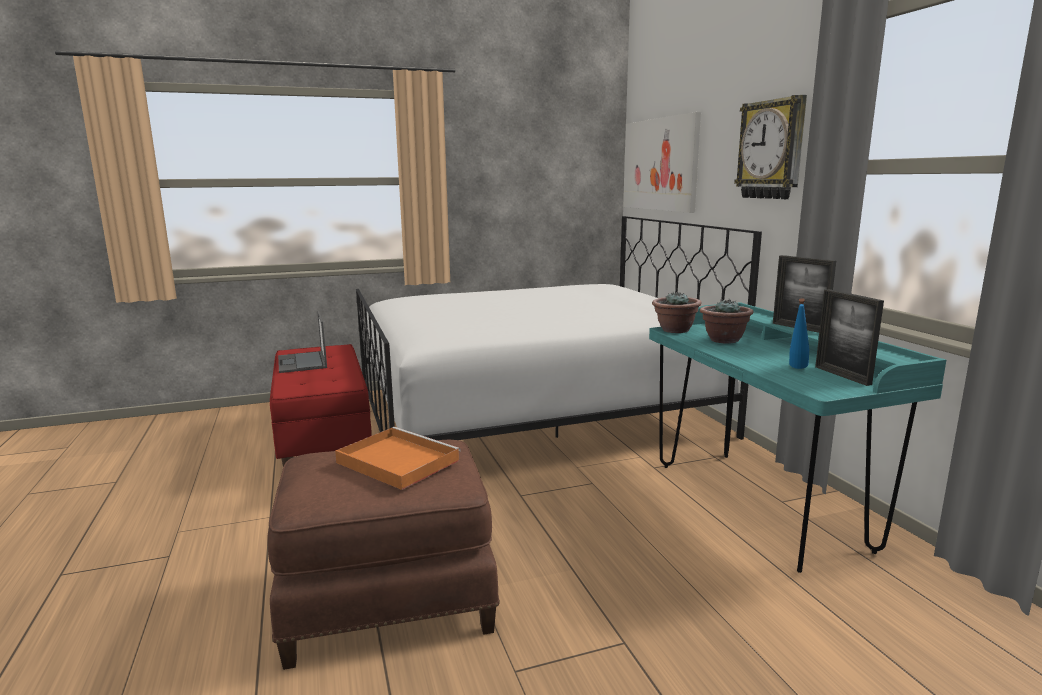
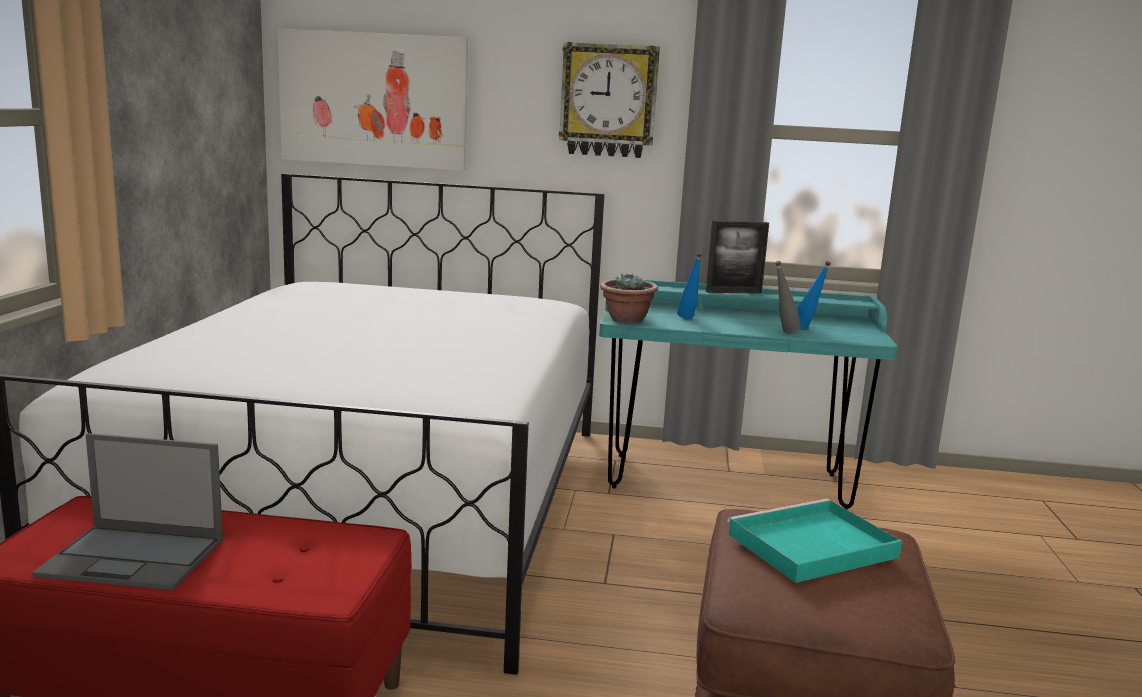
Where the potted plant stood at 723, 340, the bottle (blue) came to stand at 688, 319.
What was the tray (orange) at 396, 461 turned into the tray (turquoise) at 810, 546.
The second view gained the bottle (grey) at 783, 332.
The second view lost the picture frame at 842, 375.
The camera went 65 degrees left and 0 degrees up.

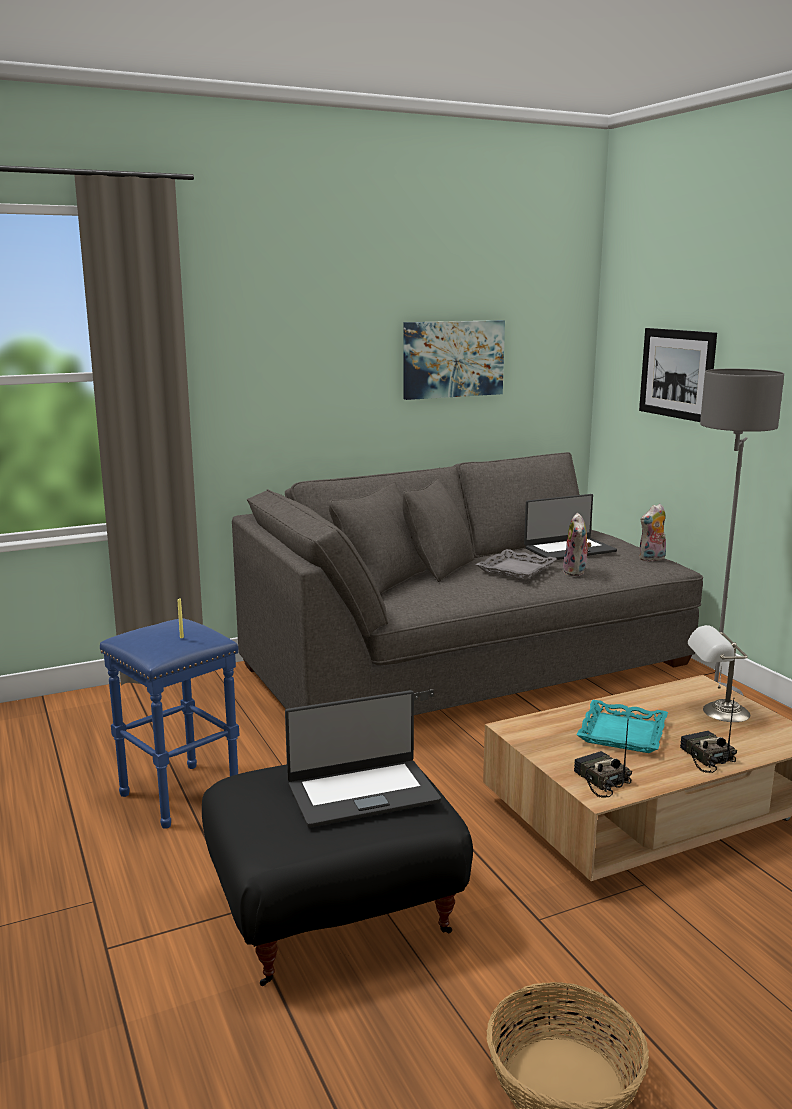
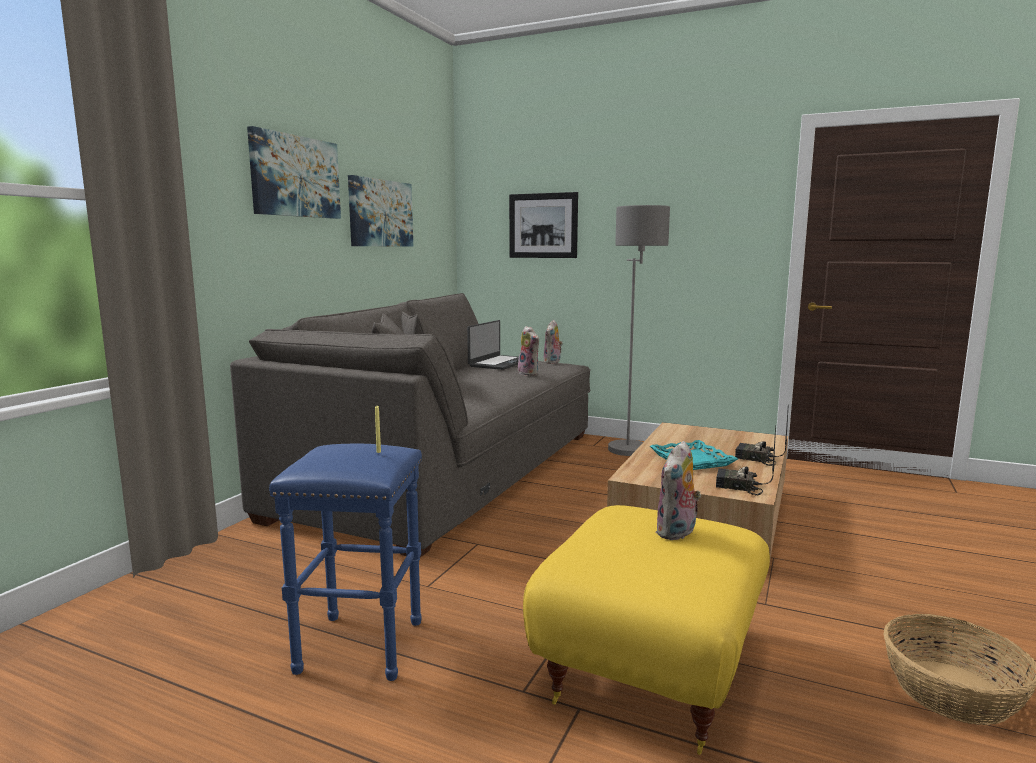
The second view gained the picture at 295, 176.
What was the ottoman (black) at 335, 912 turned into the ottoman (yellow) at 648, 667.
Where the laptop stood at 362, 792, the plush toy came to stand at 677, 533.
The second view lost the tray (grey) at 516, 569.
The second view lost the table lamp (white) at 717, 712.
The camera went 40 degrees left and 5 degrees down.

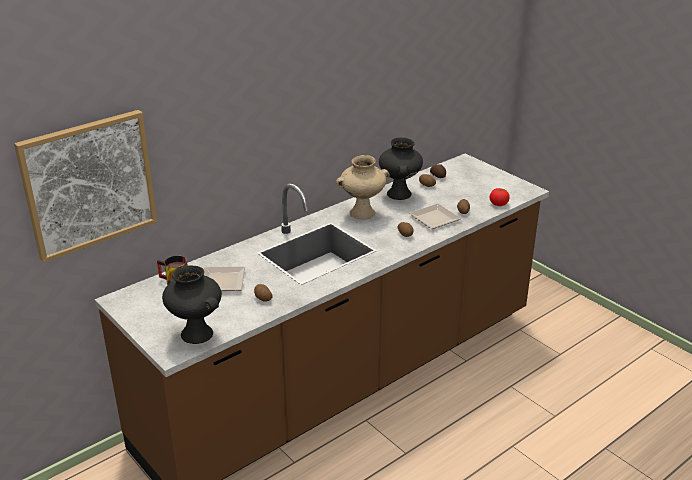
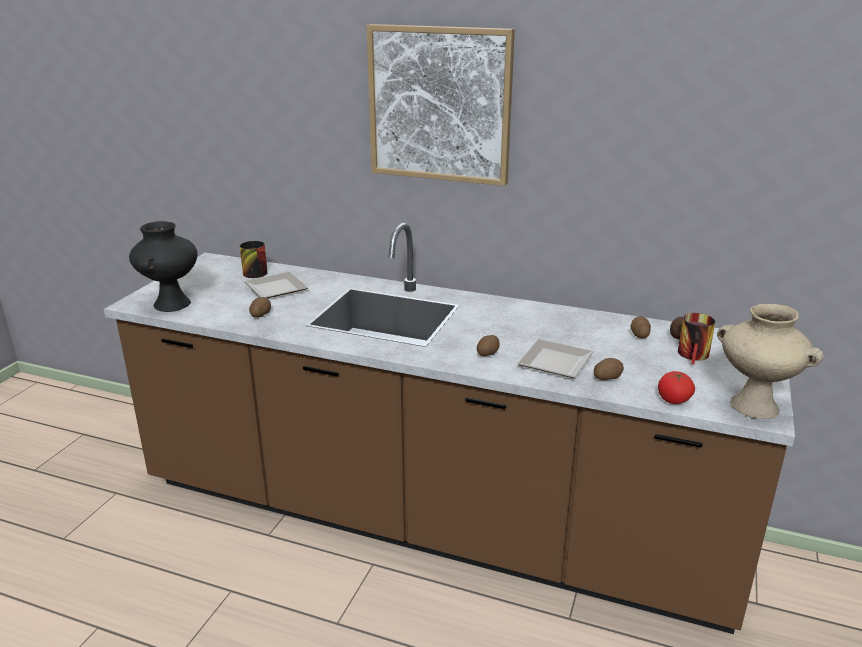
The picture ended up elsewhere, having gone from 89, 184 to 440, 104.
The second view gained the mug at 696, 356.
The vase (beige) ended up elsewhere, having gone from 362, 213 to 752, 407.
The second view lost the vase (black) at 400, 194.
The camera went 60 degrees right and 5 degrees down.

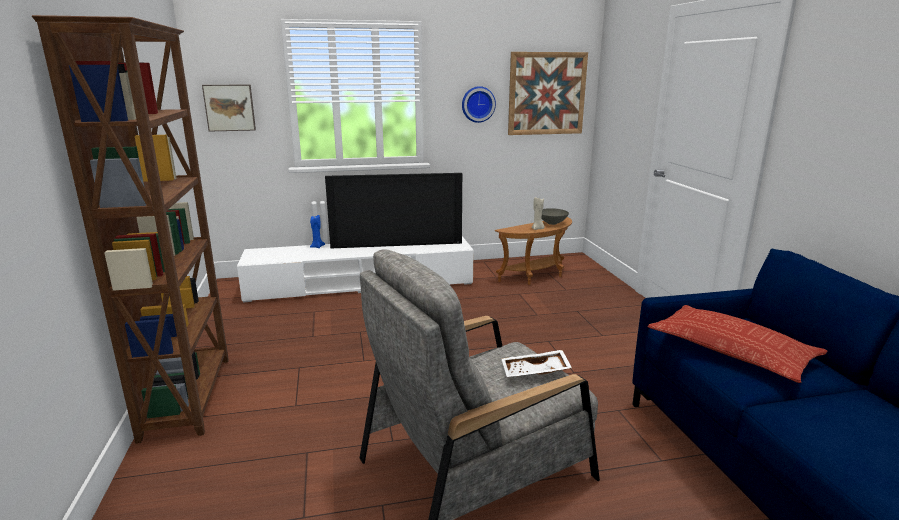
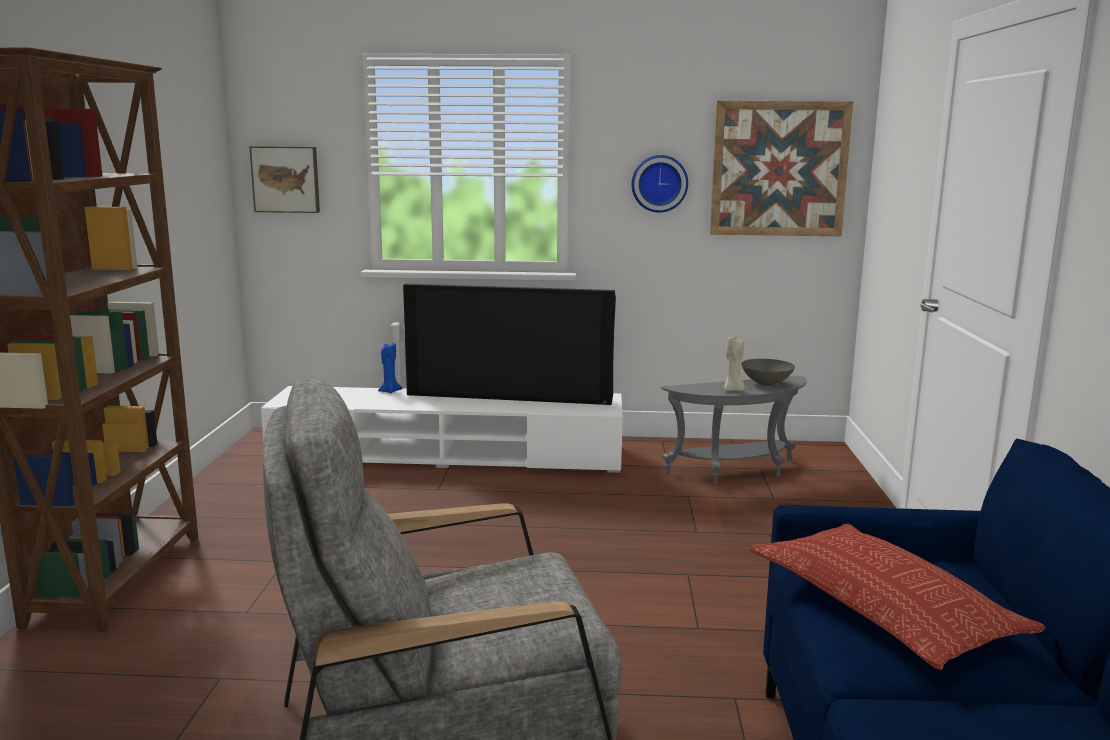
What was the side table (brown) at 537, 276 turned into the side table (grey) at 737, 472.
The second view lost the tray (white) at 535, 372.
The camera went 15 degrees right and 5 degrees down.

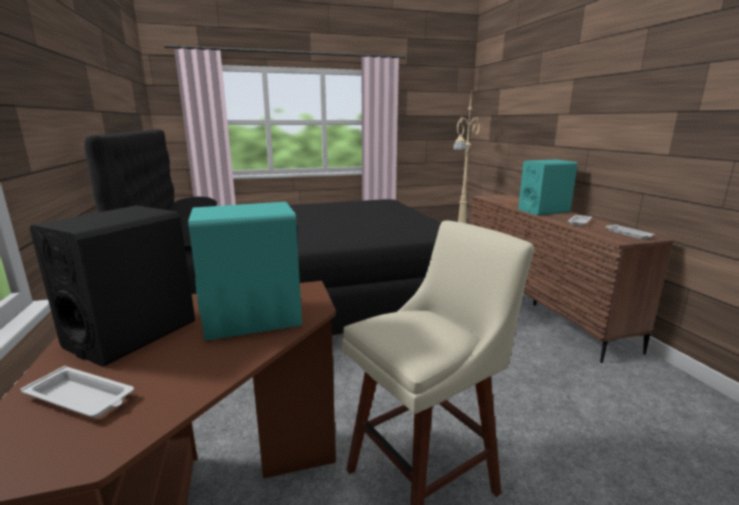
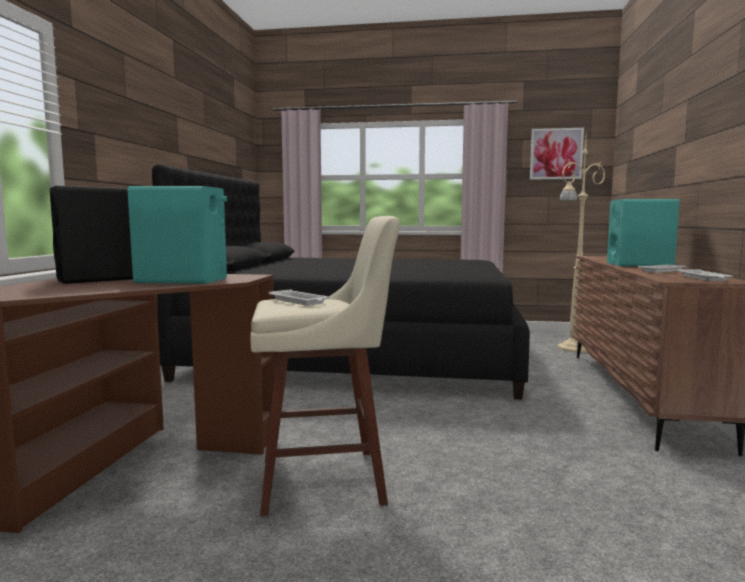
The tray (white) ended up elsewhere, having gone from 81, 398 to 299, 301.
The second view gained the picture at 556, 154.
The camera went 25 degrees right and 10 degrees down.

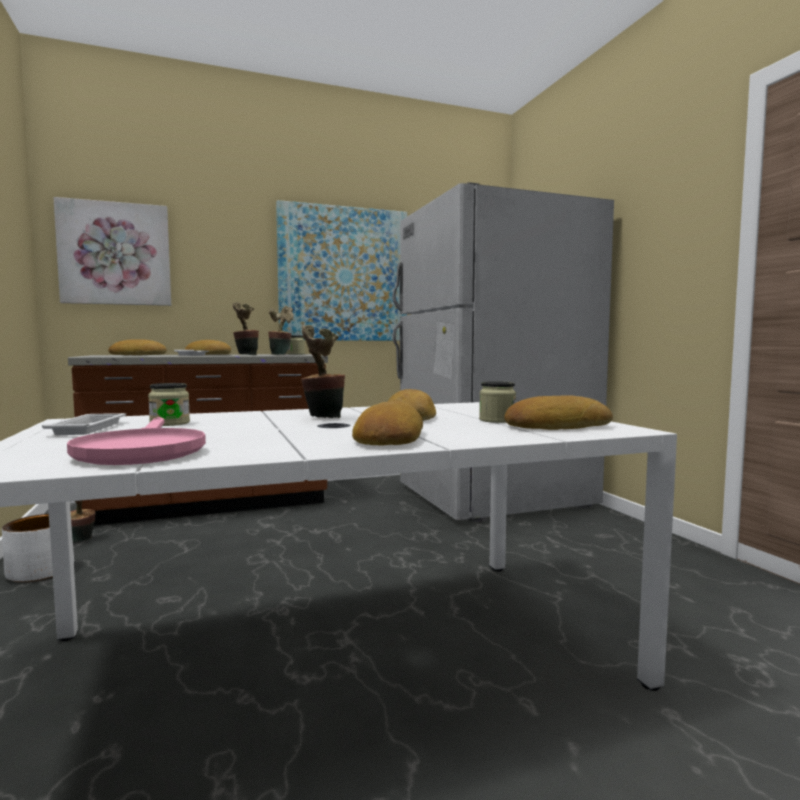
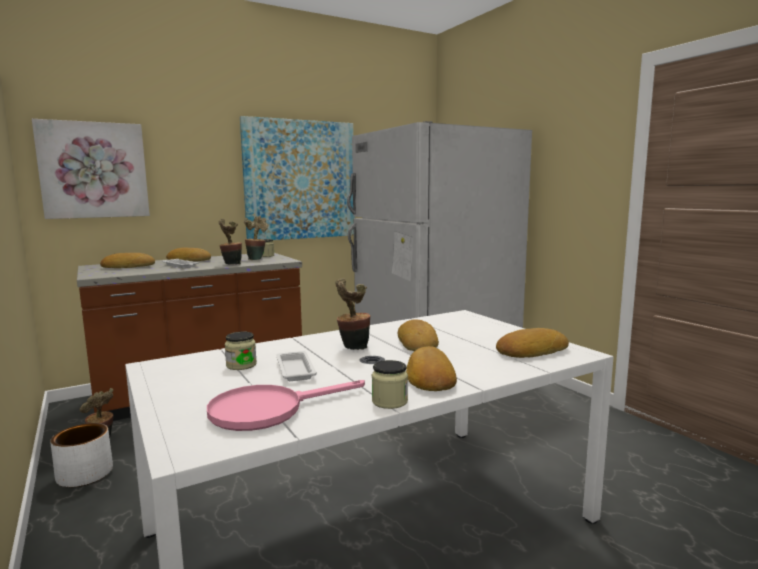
The frying pan (pink) at 142, 450 ended up facing another way, 90 degrees clockwise from before.
The tray (white) ended up elsewhere, having gone from 89, 428 to 295, 369.
The jar ended up elsewhere, having gone from 497, 420 to 389, 401.
The camera went 10 degrees left and 5 degrees up.

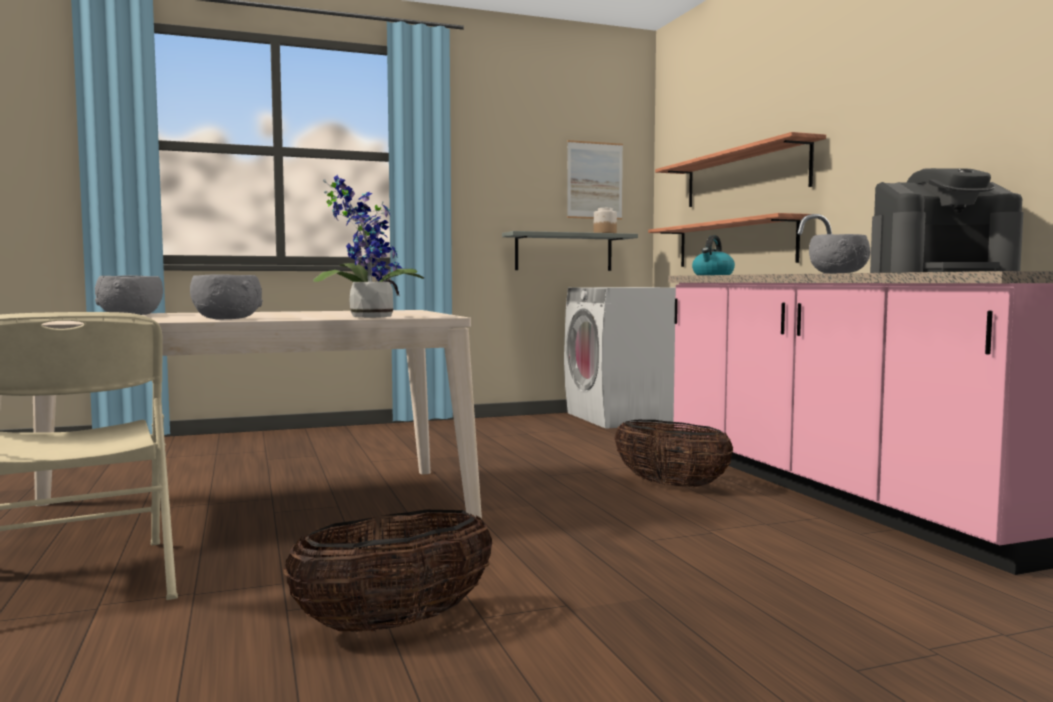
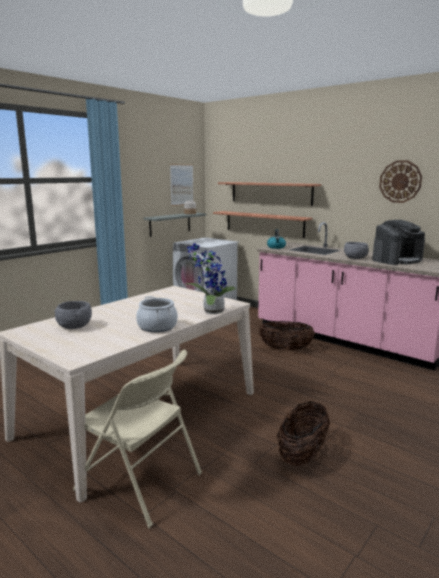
Where the bowl (grey) stood at 226, 319, the cooking pot came to stand at 157, 327.
The second view gained the wall clock at 400, 181.
The camera went 30 degrees left and 10 degrees up.

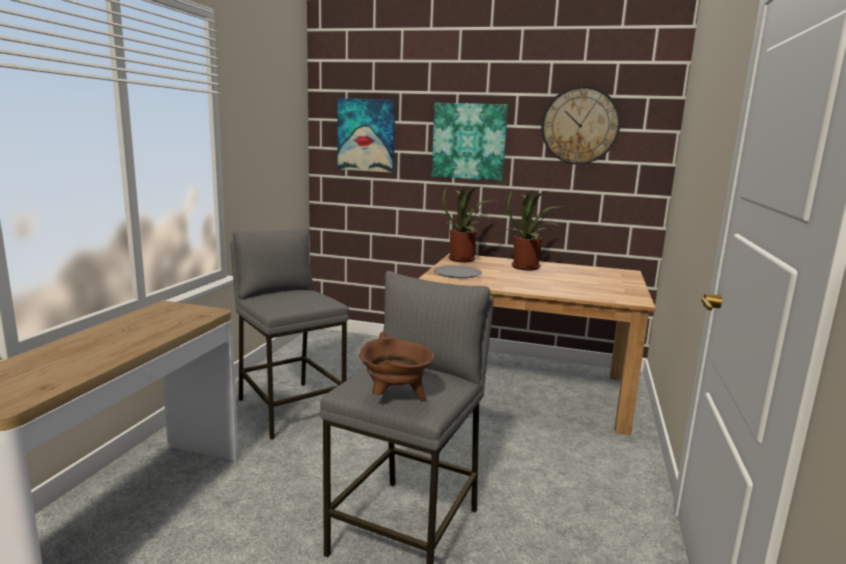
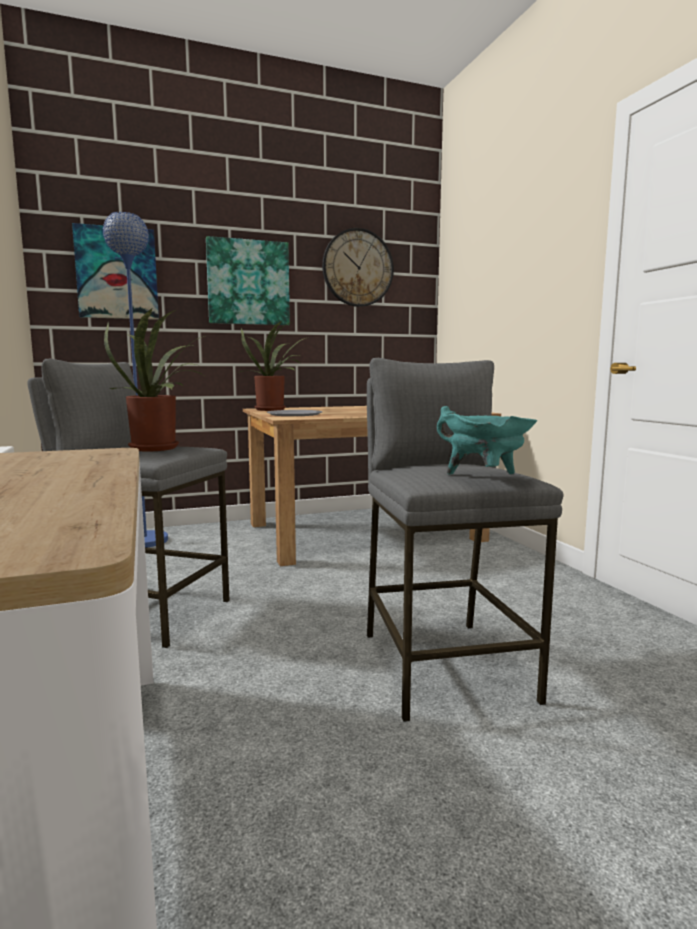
The second view gained the floor lamp (blue) at 145, 541.
The potted plant ended up elsewhere, having gone from 528, 267 to 159, 448.
What was the cooking pot (brown) at 395, 398 turned into the cooking pot (turquoise) at 485, 477.
The camera went 35 degrees left and 5 degrees down.

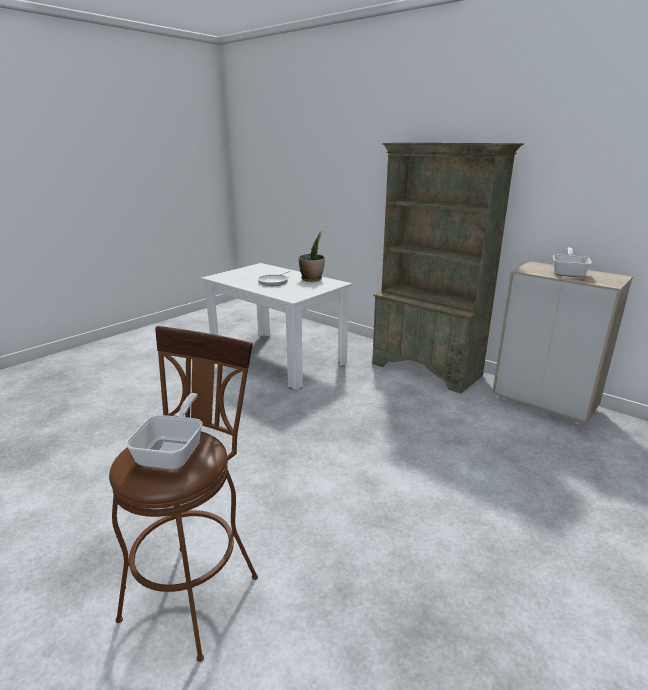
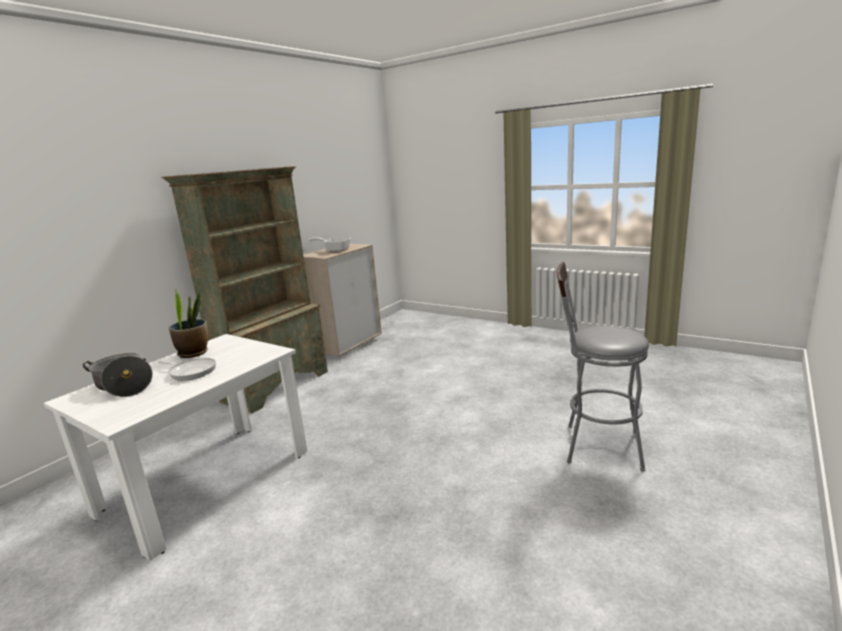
The second view gained the cooking pot at 124, 386.
What was the stool (brown) at 197, 588 turned into the stool (grey) at 594, 446.
The second view lost the frying pan at 174, 451.
The camera went 95 degrees left and 5 degrees down.

